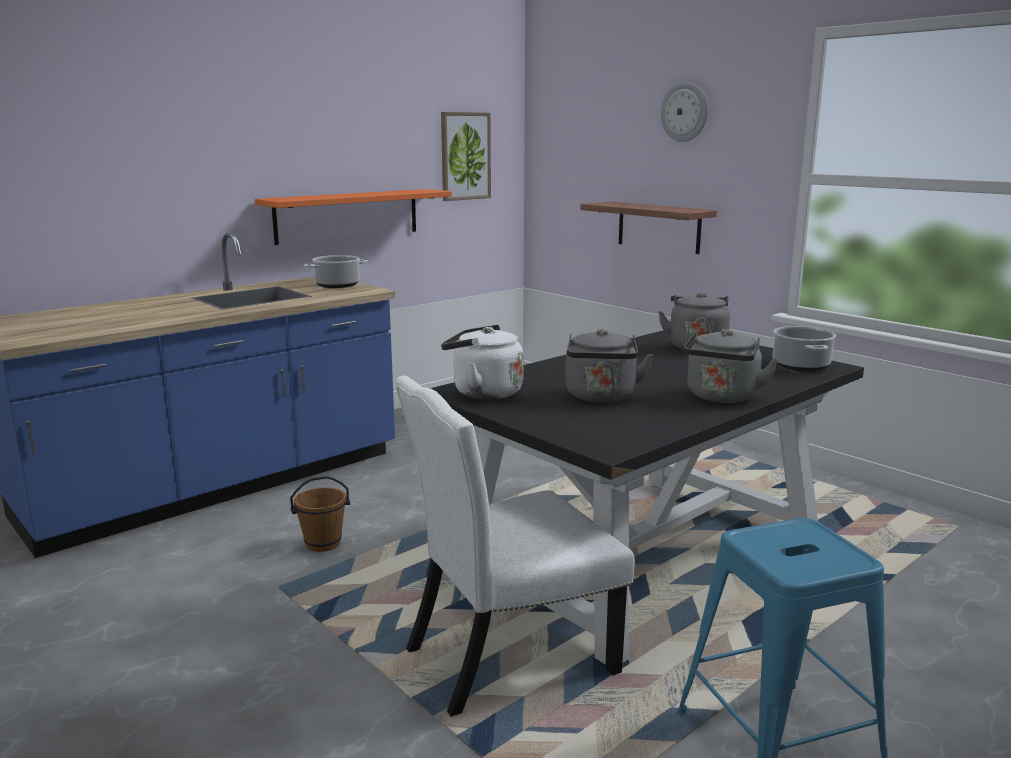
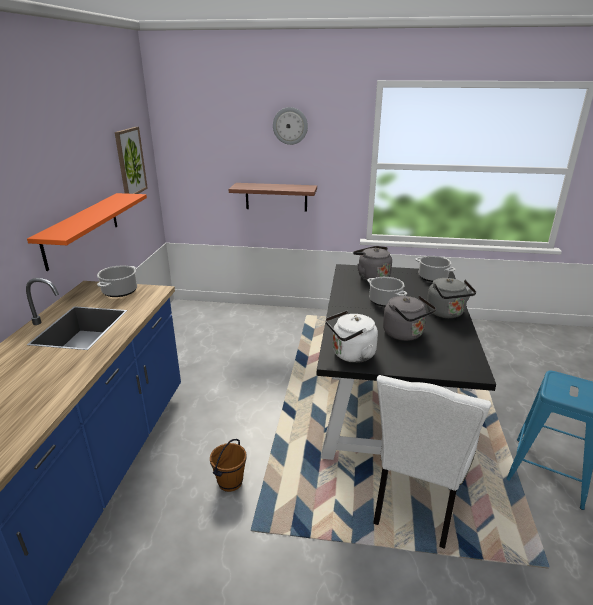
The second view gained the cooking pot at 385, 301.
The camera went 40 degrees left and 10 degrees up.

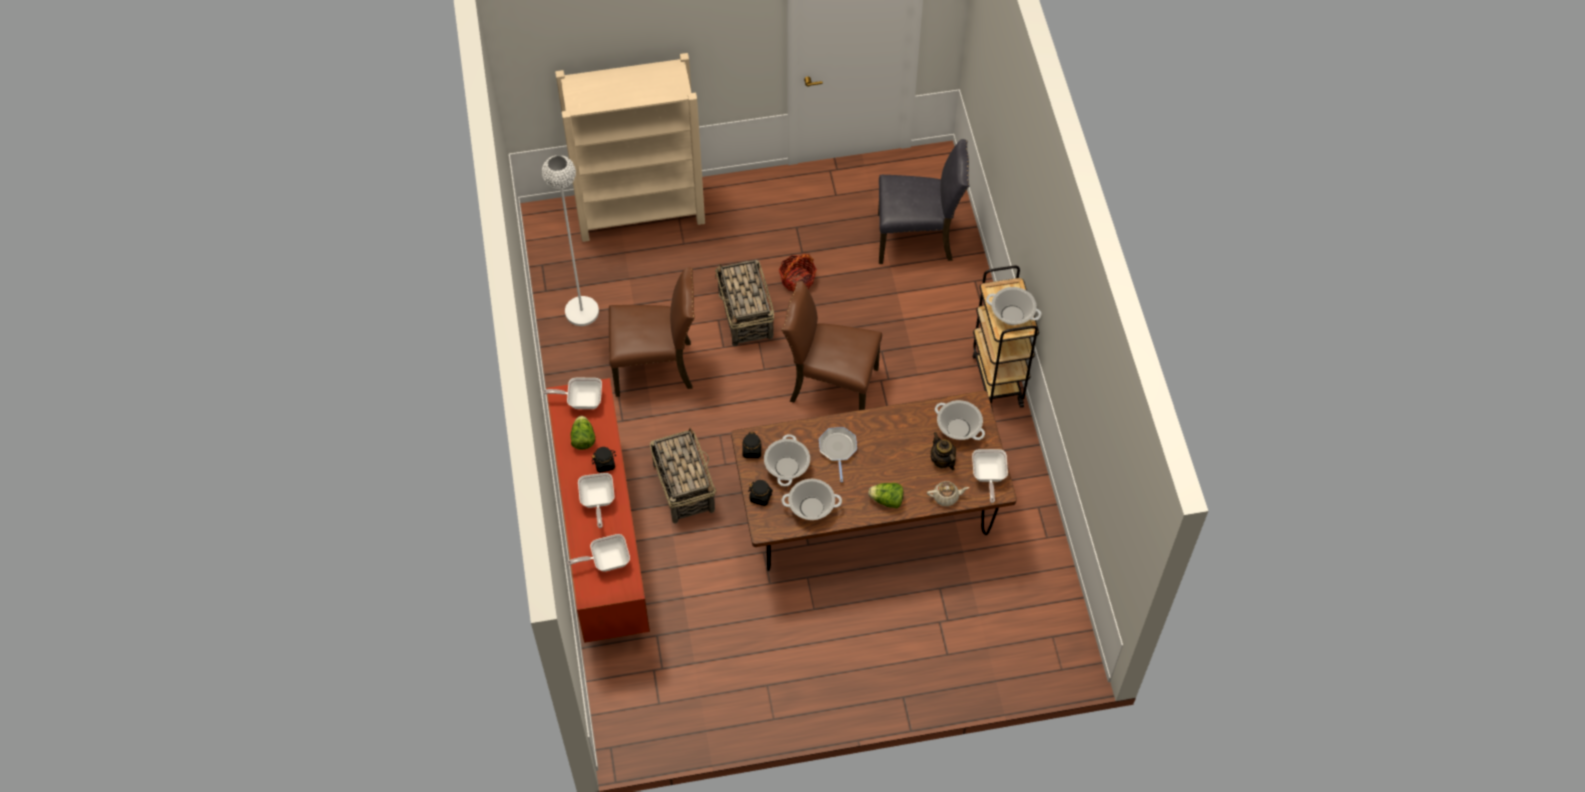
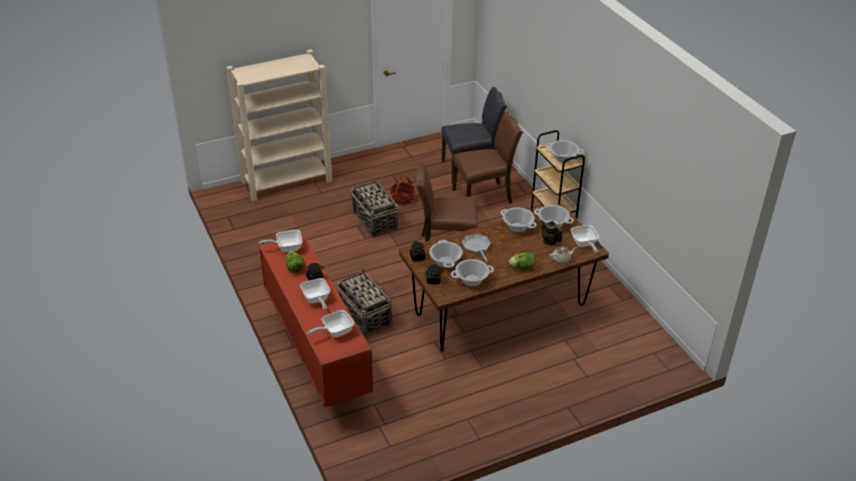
The chair (brown) ended up elsewhere, having gone from 656, 366 to 484, 196.
The second view gained the cooking pot at 517, 227.
The second view lost the floor lamp (white) at 582, 311.
The camera went 15 degrees left and 20 degrees down.

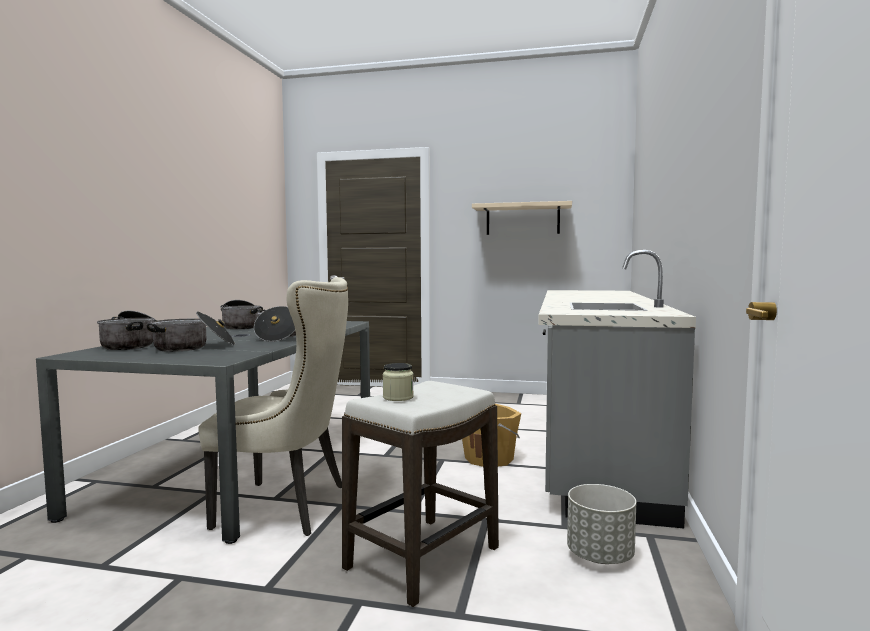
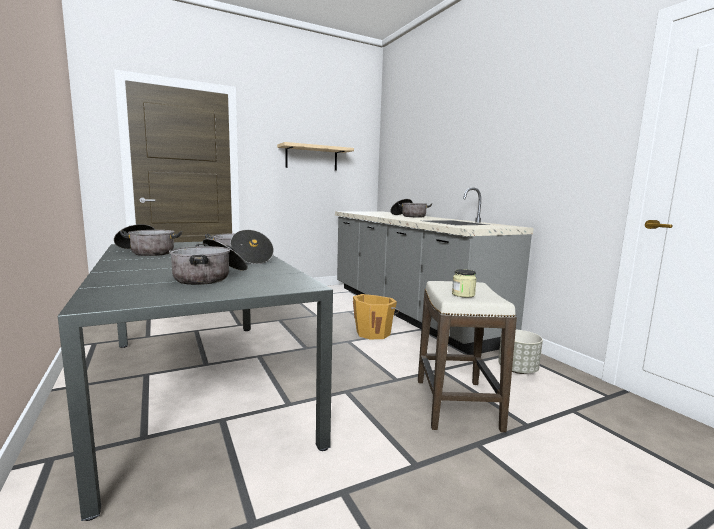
The cooking pot ended up elsewhere, having gone from 133, 345 to 409, 216.
The second view lost the chair (beige) at 285, 507.
The camera went 40 degrees left and 5 degrees up.

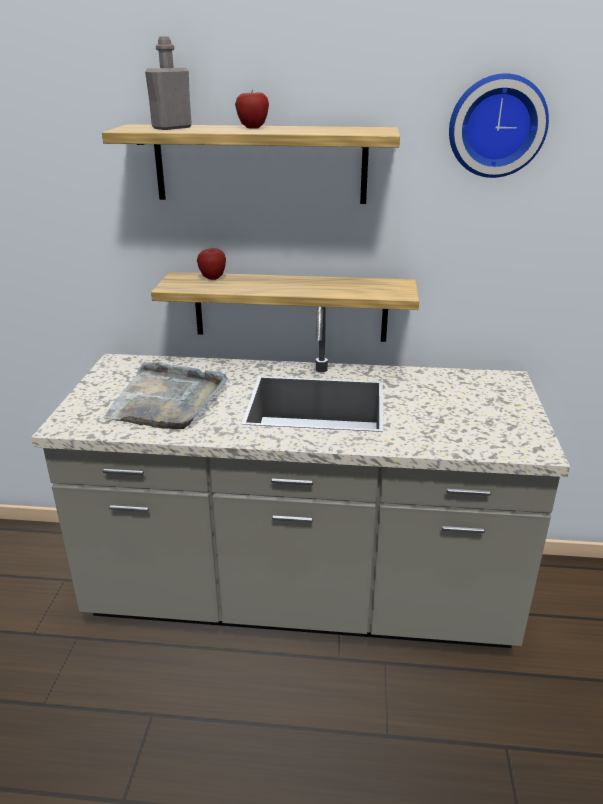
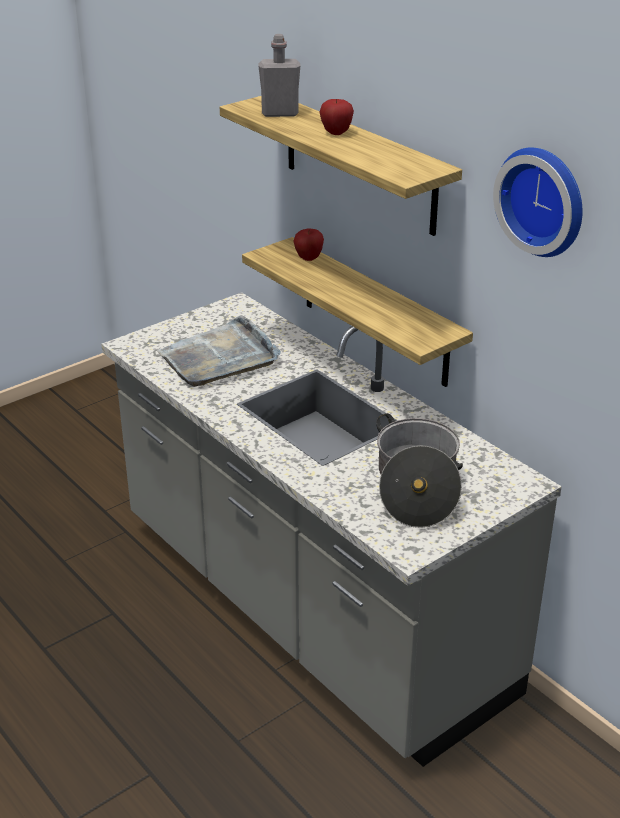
The second view gained the cooking pot at 416, 488.
The camera went 45 degrees right and 5 degrees up.

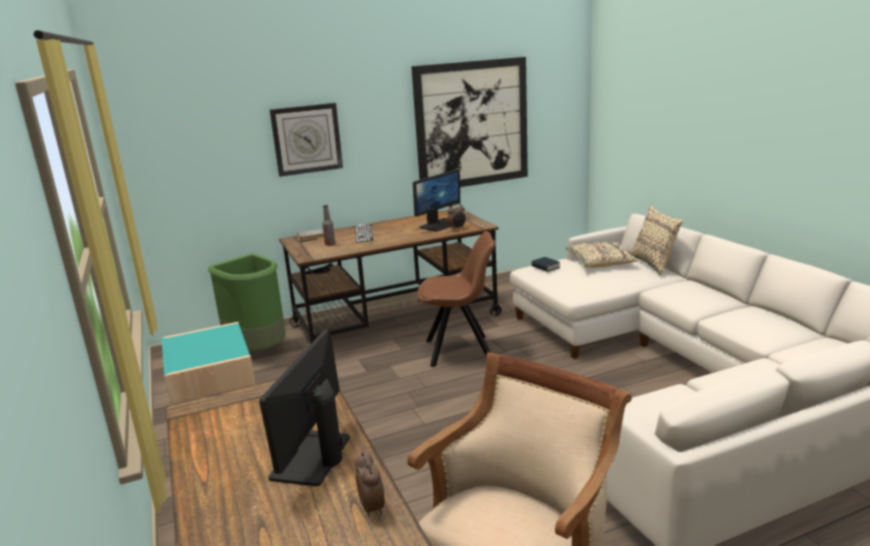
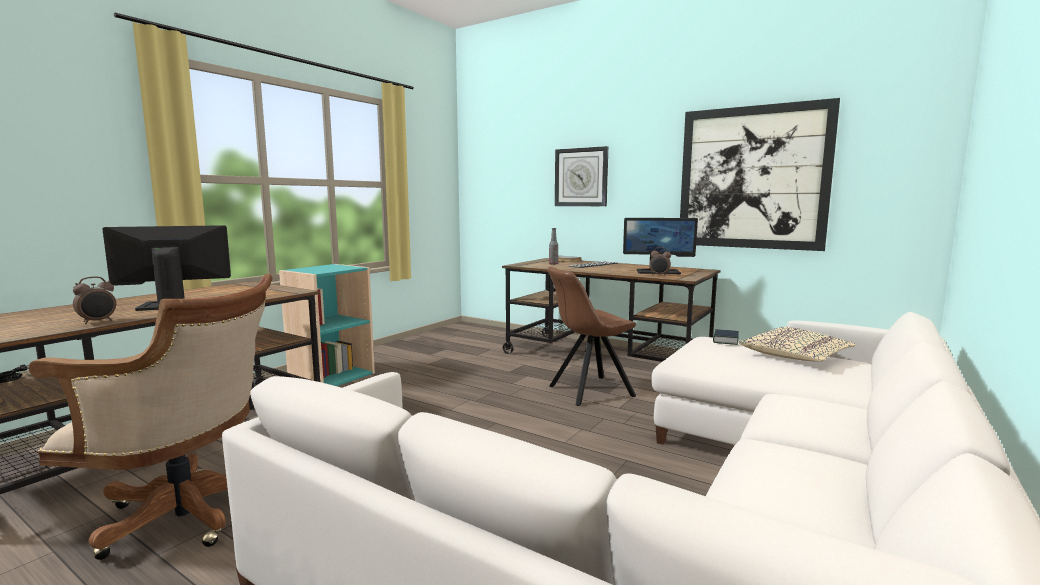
The chair (brown) at 459, 350 ended up facing another way, 105 degrees clockwise from before.
The second view lost the trash can (green) at 259, 351.
The second view lost the pillow (beige) at 653, 265.
The camera went 55 degrees right and 10 degrees down.

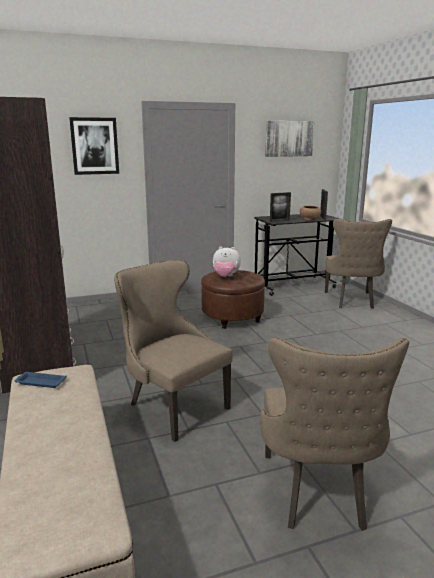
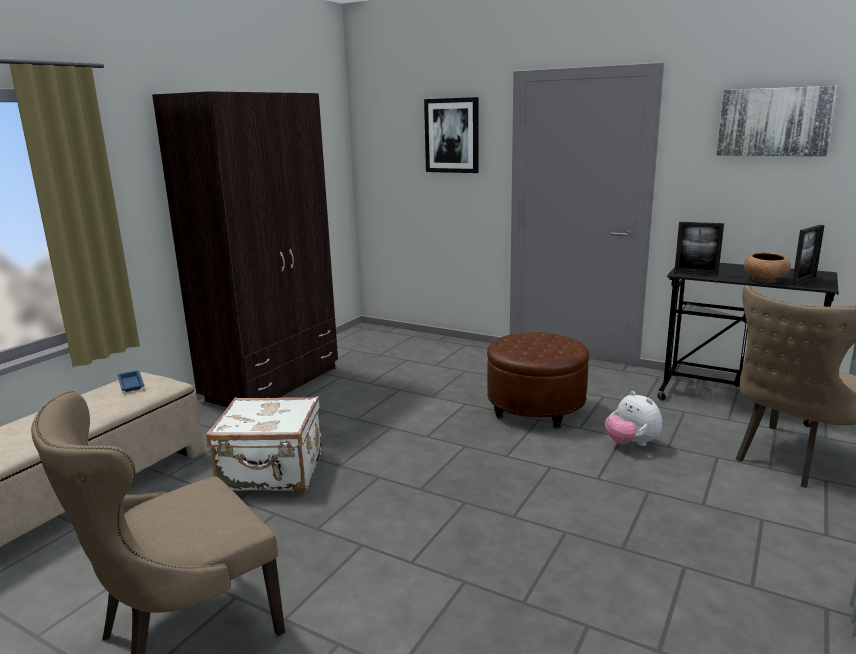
Where the chair (beige) stood at 173, 407, the suitcase (white) came to stand at 272, 472.
The plush toy ended up elsewhere, having gone from 225, 277 to 631, 443.
The camera went 50 degrees right and 0 degrees up.

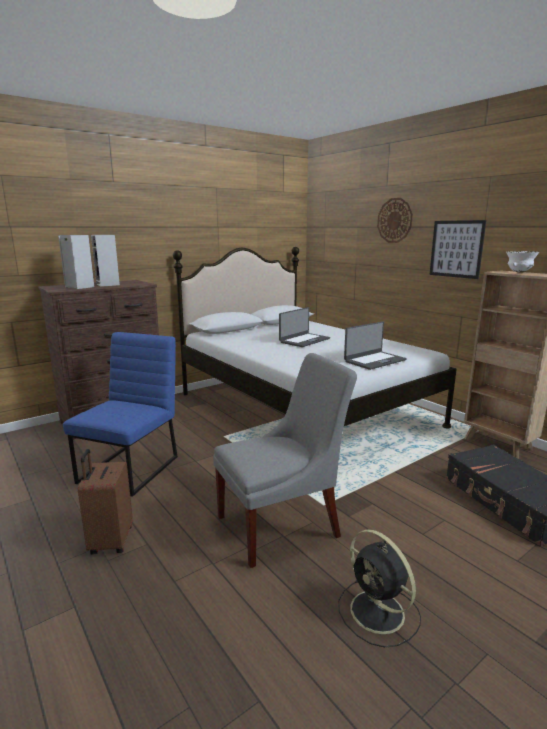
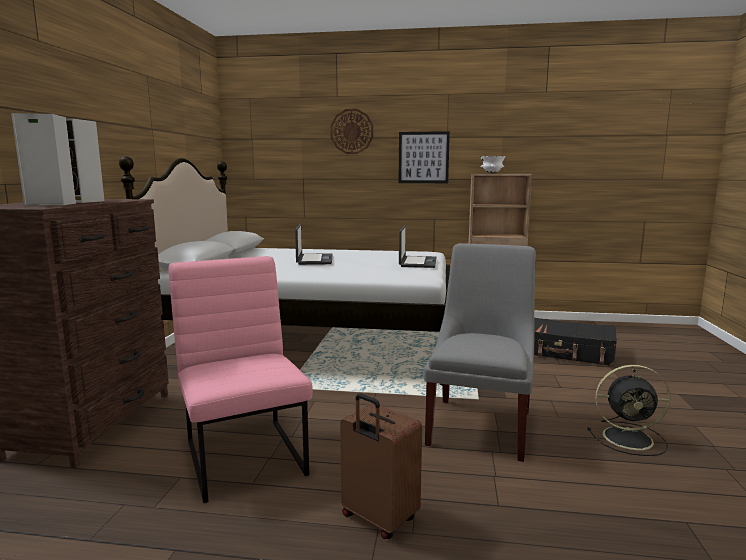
What was the chair (blue) at 131, 468 turned into the chair (pink) at 245, 455.
The camera went 45 degrees left and 5 degrees down.

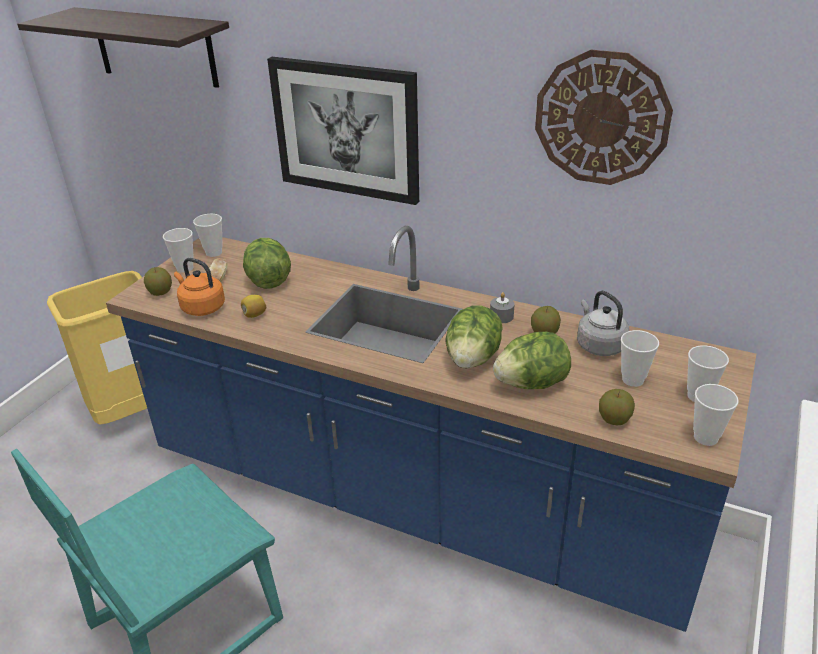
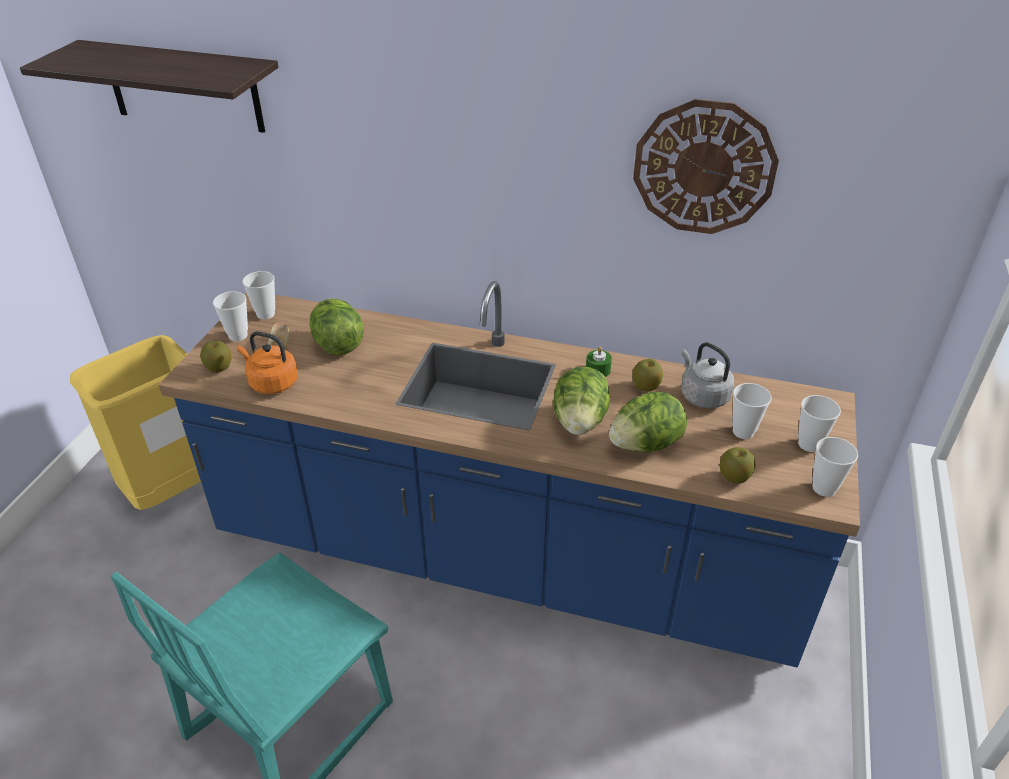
What was the candle (grey) at 501, 316 turned into the candle (green) at 598, 370.
The second view lost the lemon at 254, 315.
The second view lost the picture at 346, 129.
The camera went 10 degrees left and 5 degrees up.

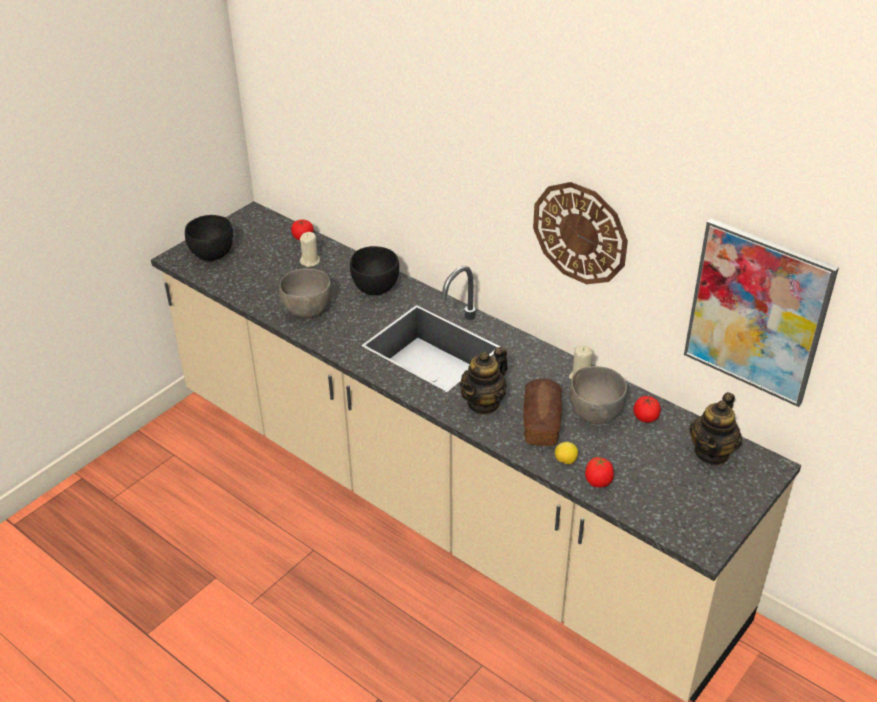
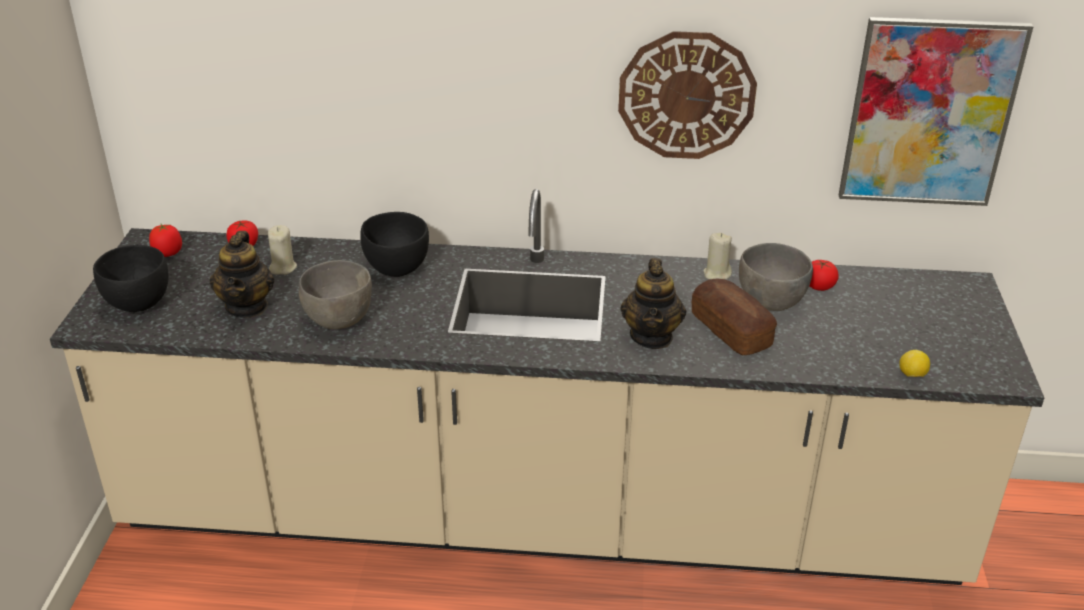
The tomato ended up elsewhere, having gone from 598, 482 to 168, 253.
The teapot ended up elsewhere, having gone from 712, 453 to 247, 306.
The lemon ended up elsewhere, having gone from 565, 461 to 912, 375.
The camera went 35 degrees left and 5 degrees down.

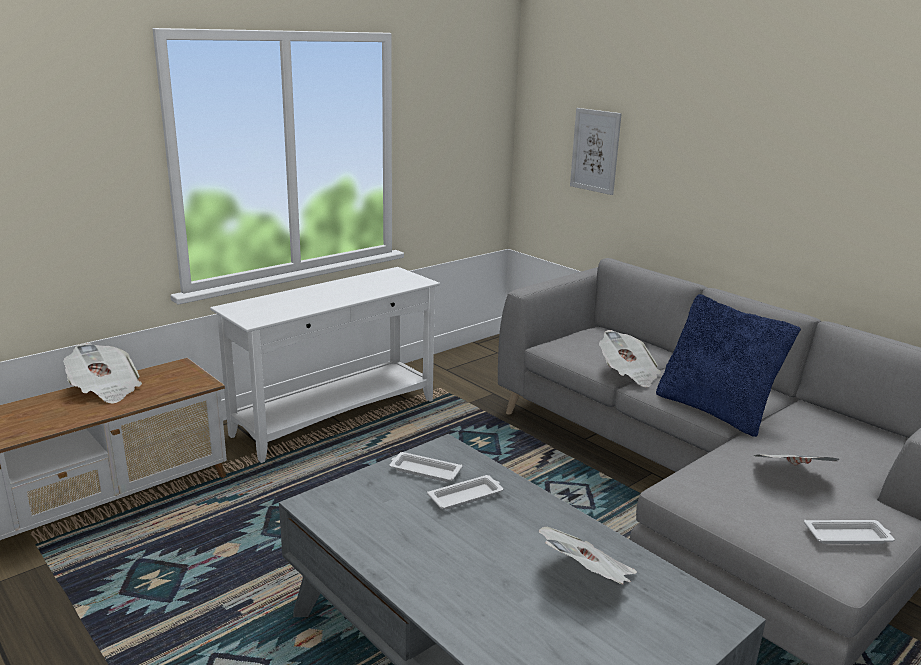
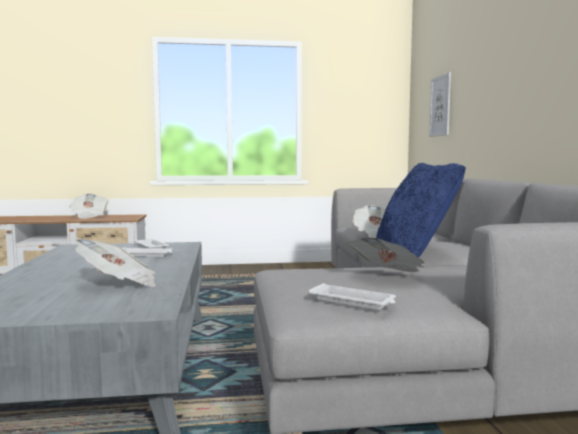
The second view lost the console table (white) at 336, 416.
The camera went 35 degrees right and 15 degrees down.

